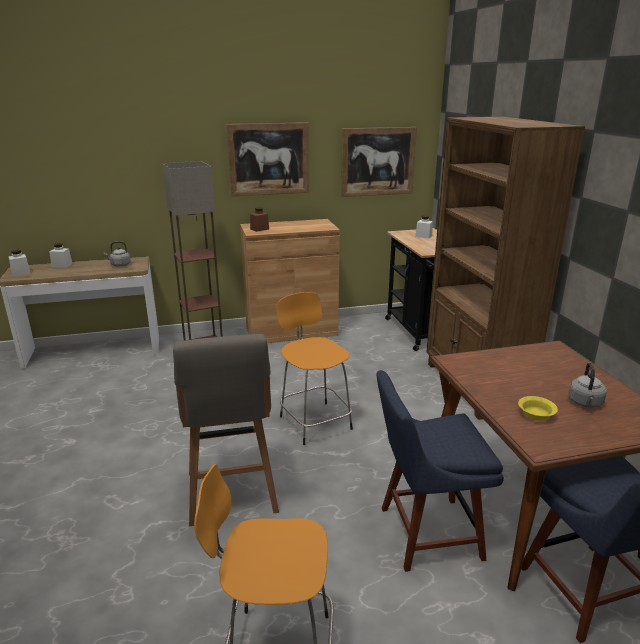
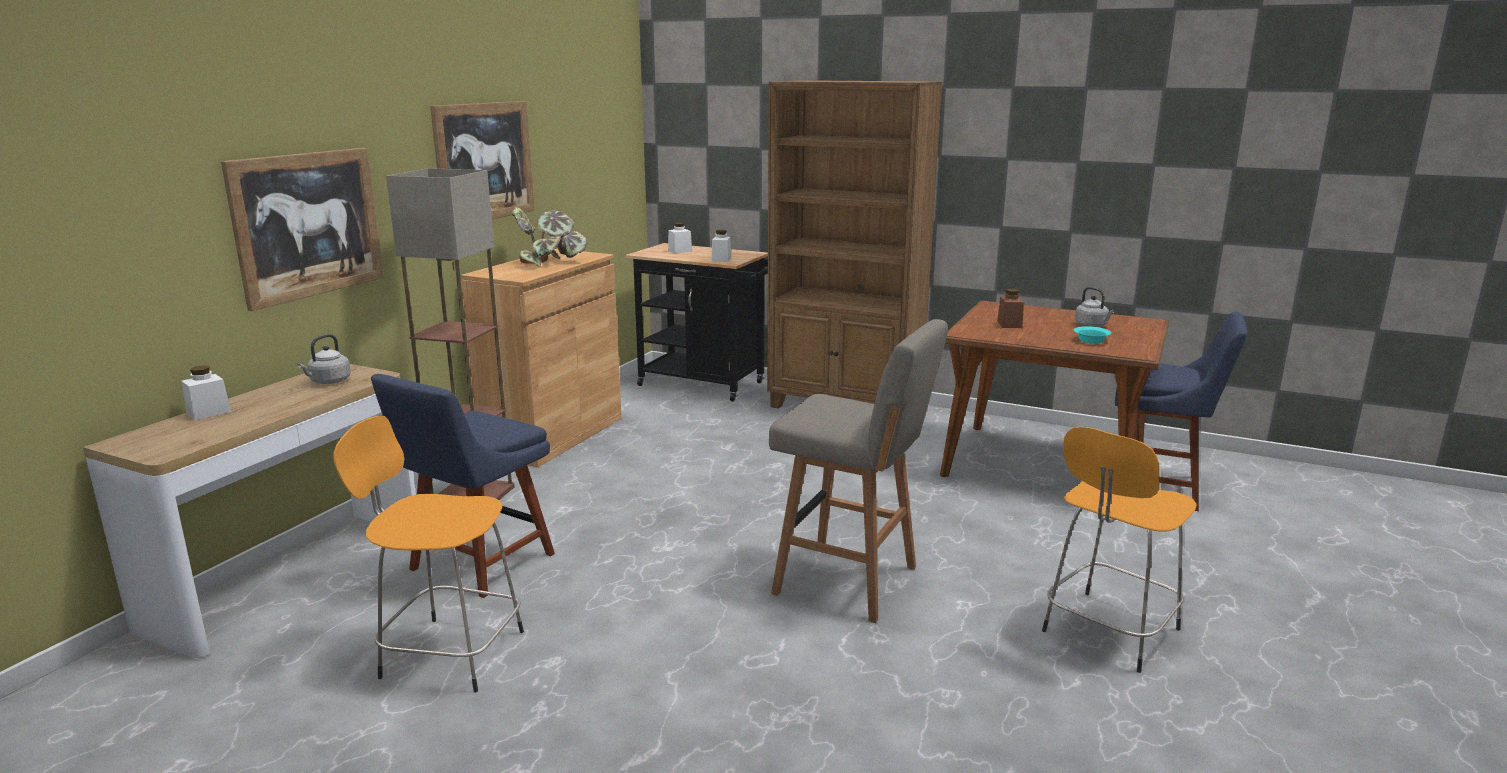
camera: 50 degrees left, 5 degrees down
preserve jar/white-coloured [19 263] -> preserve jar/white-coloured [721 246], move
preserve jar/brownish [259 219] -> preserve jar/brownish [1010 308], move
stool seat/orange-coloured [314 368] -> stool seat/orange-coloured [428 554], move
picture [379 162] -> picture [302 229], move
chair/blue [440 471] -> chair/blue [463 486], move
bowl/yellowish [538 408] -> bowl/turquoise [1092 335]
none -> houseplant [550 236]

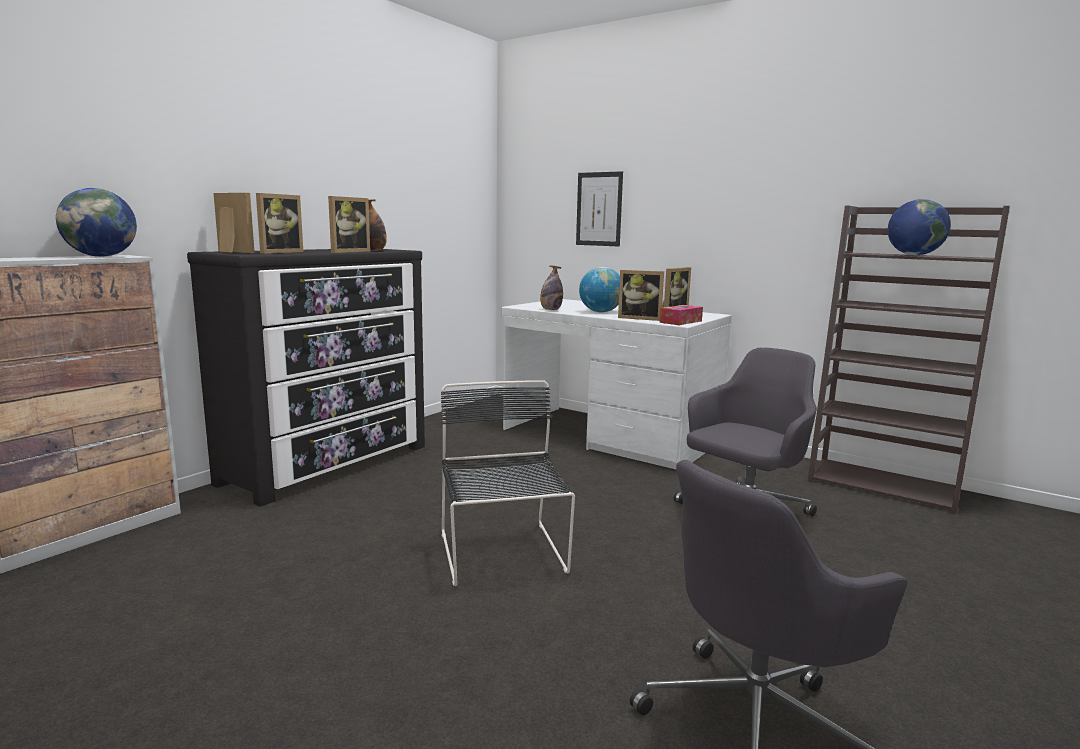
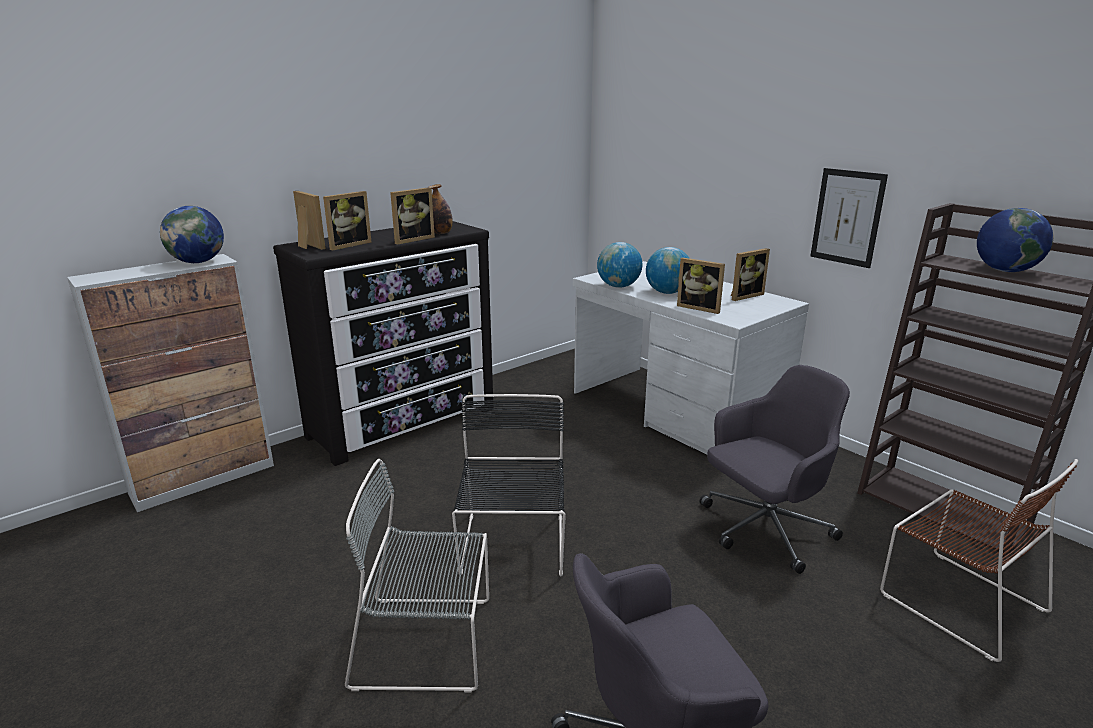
camera: 15 degrees right, 10 degrees up
drink bottle [551 287] -> desk globe [619 265]
picture [599 208] -> picture [849 218], move
tissue box [681 315] -> none
none -> chair/gray [417 575]
none -> chair/brownish [979 560]

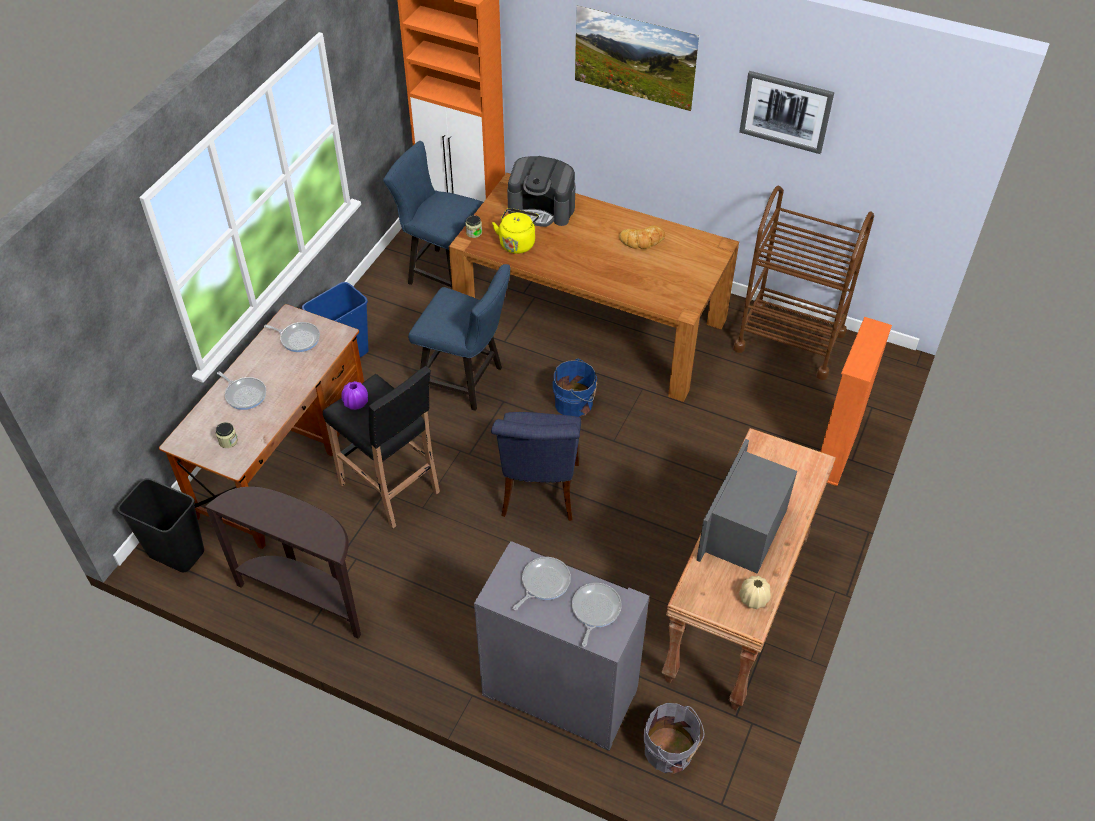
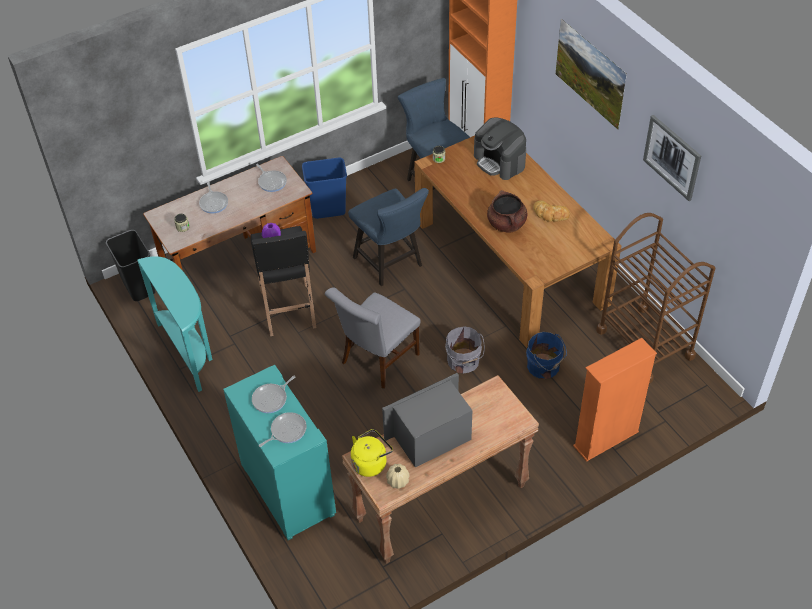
camera: 35 degrees right, 0 degrees up
hall table/brownish [282 563] -> hall table/turquoise [175 324]
cupboard/gray [561 646] -> cupboard/turquoise [279 452]
chair/blue [536 466] -> chair/gray [372 338]
tea kettle/yellowish [515 231] -> tea kettle/yellowish [372 453], move
skillet [542 583] -> skillet [273 394], 150 degrees clockwise
bucket/blue [575 388] -> bucket/blue [546 355], move
bucket/gray [674 738] -> bucket/gray [465 350], move
none -> saucepot/brownish [507 211]

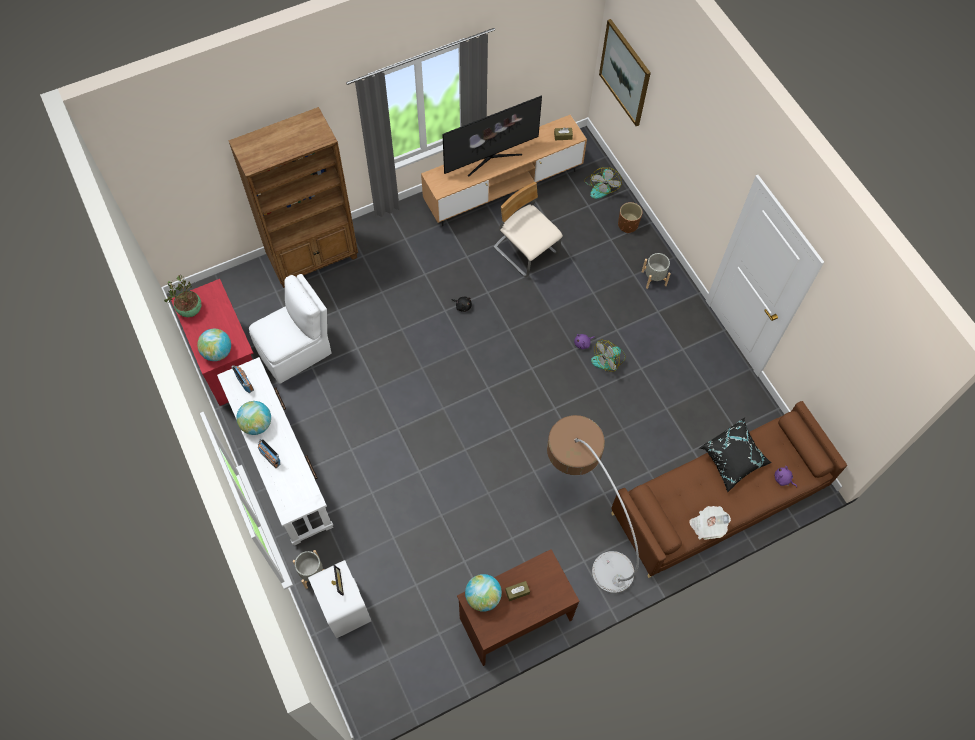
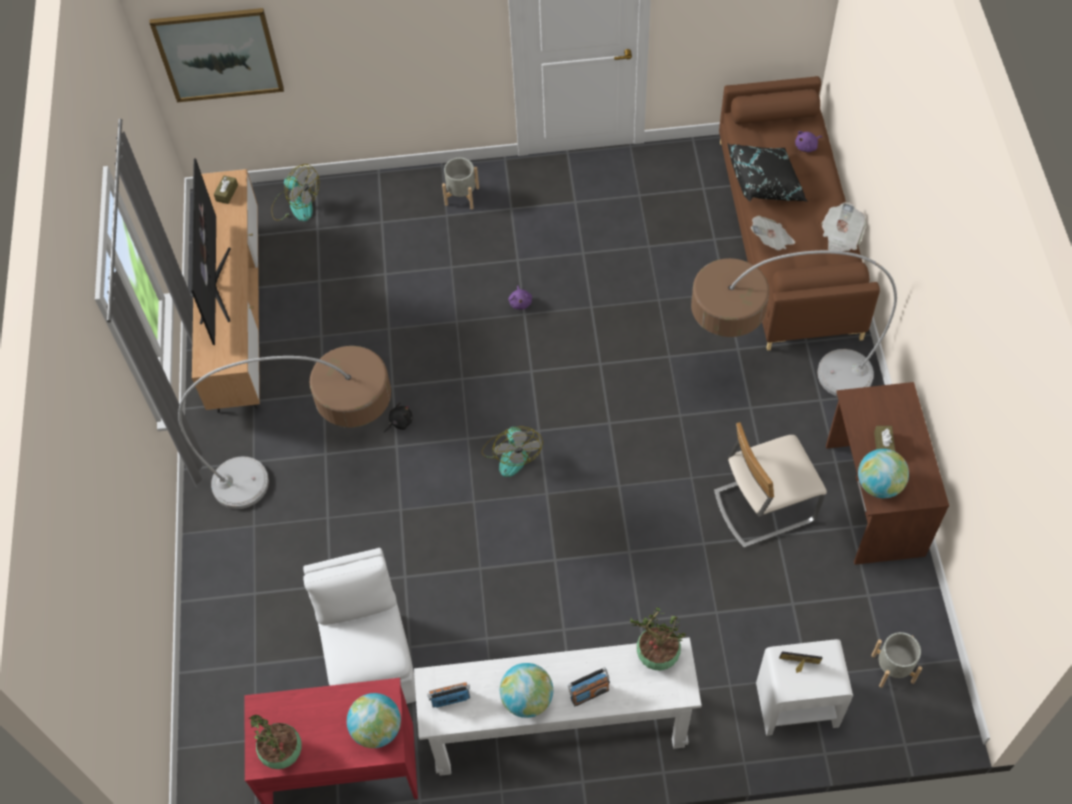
camera: 65 degrees left, 5 degrees down
bookshelf/brownish [293 197] -> none
plant pot/gray [308 569] -> plant pot/gray [896 660], move
chair/beige-coloured [528 229] -> chair/beige-coloured [770 485], move
cooling fan [608 356] -> cooling fan [512 451], move
plant pot/brownish [630 217] -> none
none -> standard lamp [284 427]
none -> houseplant [658 638]
none -> printed paper [772 233]

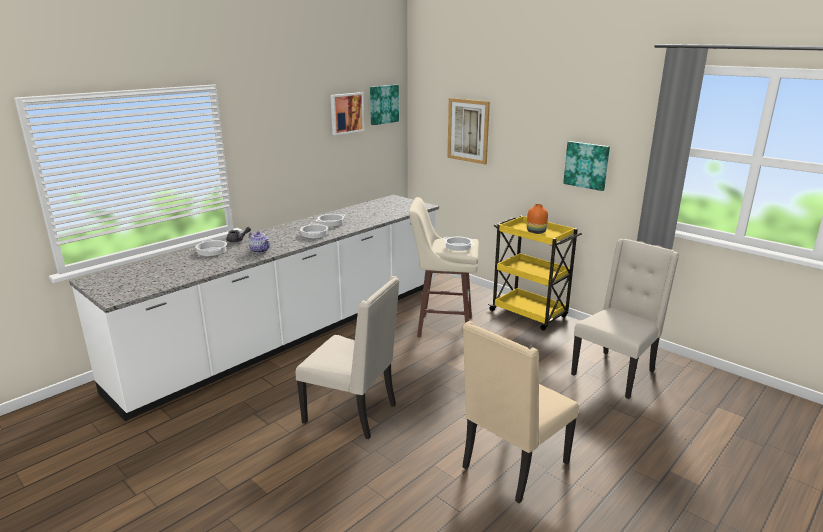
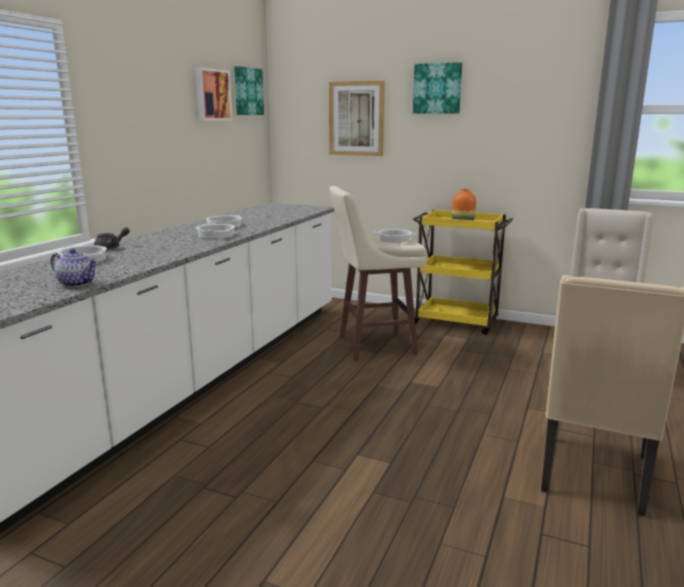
camera: 20 degrees left, 5 degrees down
teapot [259 242] -> teapot [74 268], move
chair/beige-coloured [348 358] -> none
picture [586 166] -> picture [437 88], move

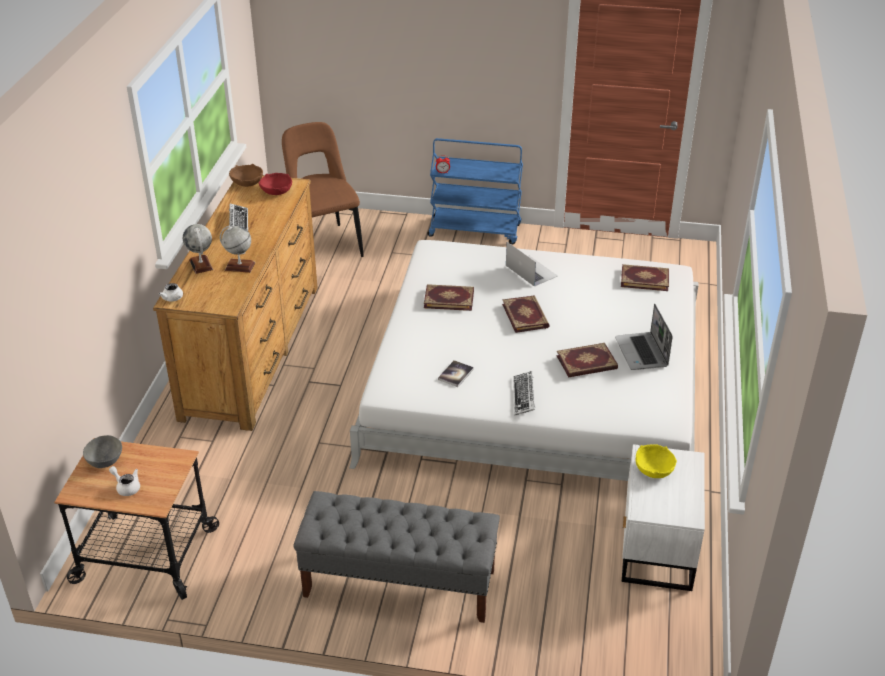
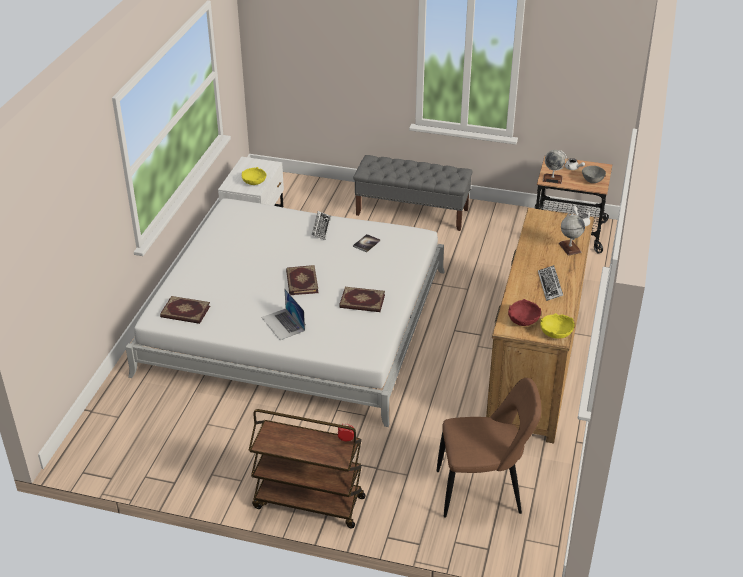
camera: 175 degrees left, 0 degrees up
desk globe [237 249] -> desk globe [555 167], move
bowl/brownish [246 175] -> bowl/yellowish [557 326]
chair/brownish [323 189] -> chair/brownish [488 448], 75 degrees counterclockwise
trolley/blue [475 191] -> trolley/brownish [307 468]
volume [587 360] -> none
notebook computer [644 337] -> none

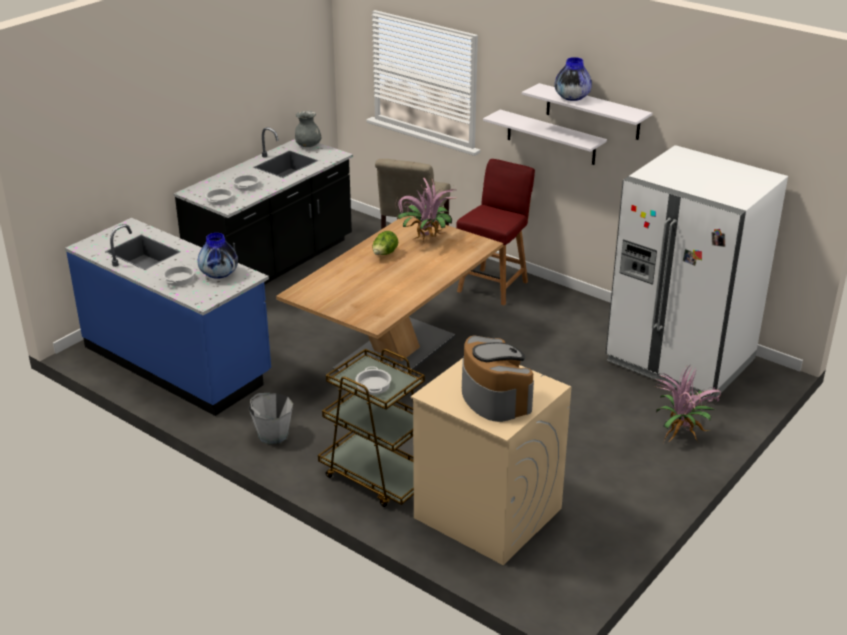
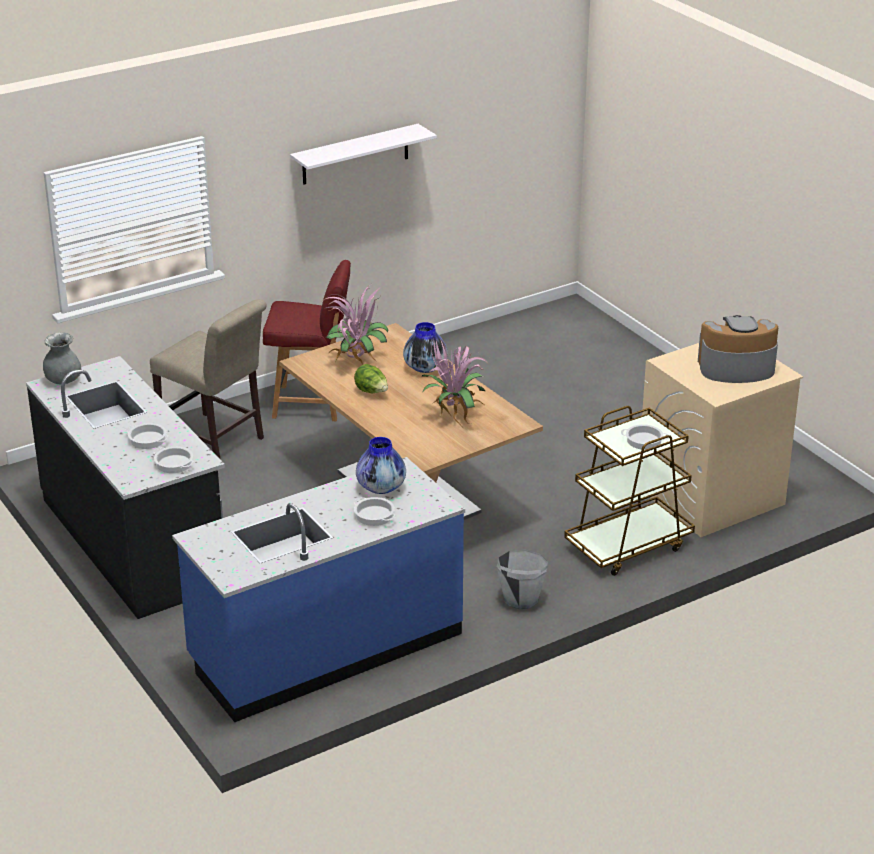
camera: 70 degrees left, 0 degrees up
chair/reddish [495 232] -> chair/reddish [307 340], 135 degrees clockwise
bracket shelf/white-coloured [545 137] -> none
flower vase [573 79] -> flower vase [425 347], move
refrigerator/white-coloured [697 273] -> none
houseplant [687 404] -> houseplant [455 384], move

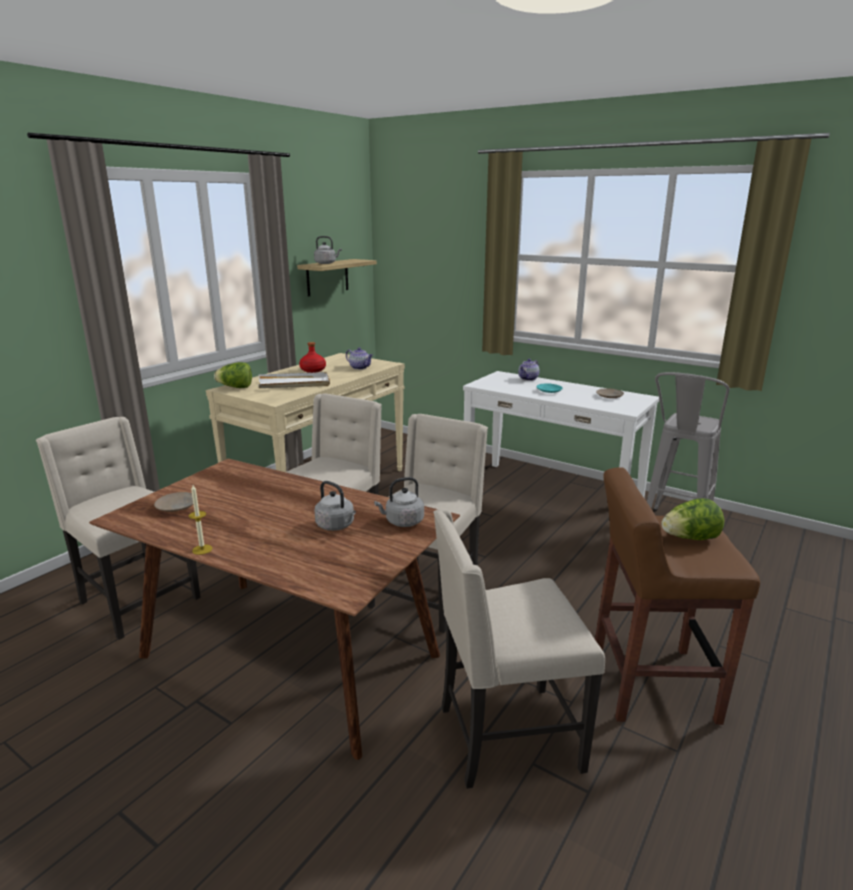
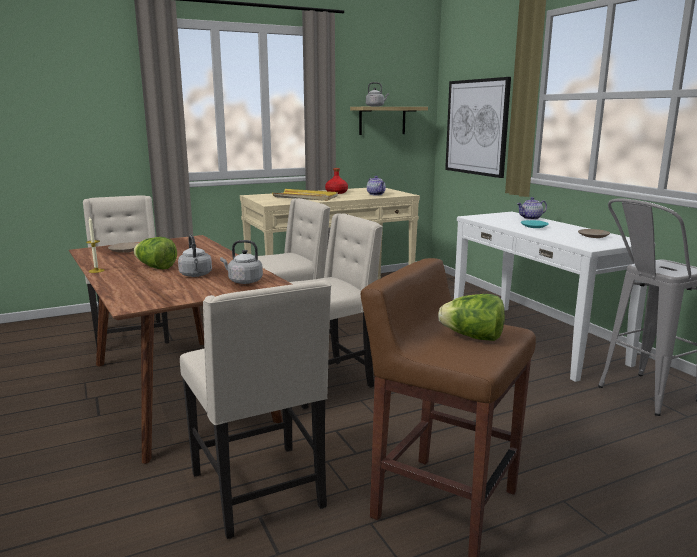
camera: 30 degrees right, 5 degrees down
lettuce [233 375] -> lettuce [155 253], move
tray/white-coloured [294 380] -> tray/yellowish [305 195]
chair/beige-coloured [519 648] -> chair/beige-coloured [256 409], 135 degrees counterclockwise
none -> picture [478 127]

